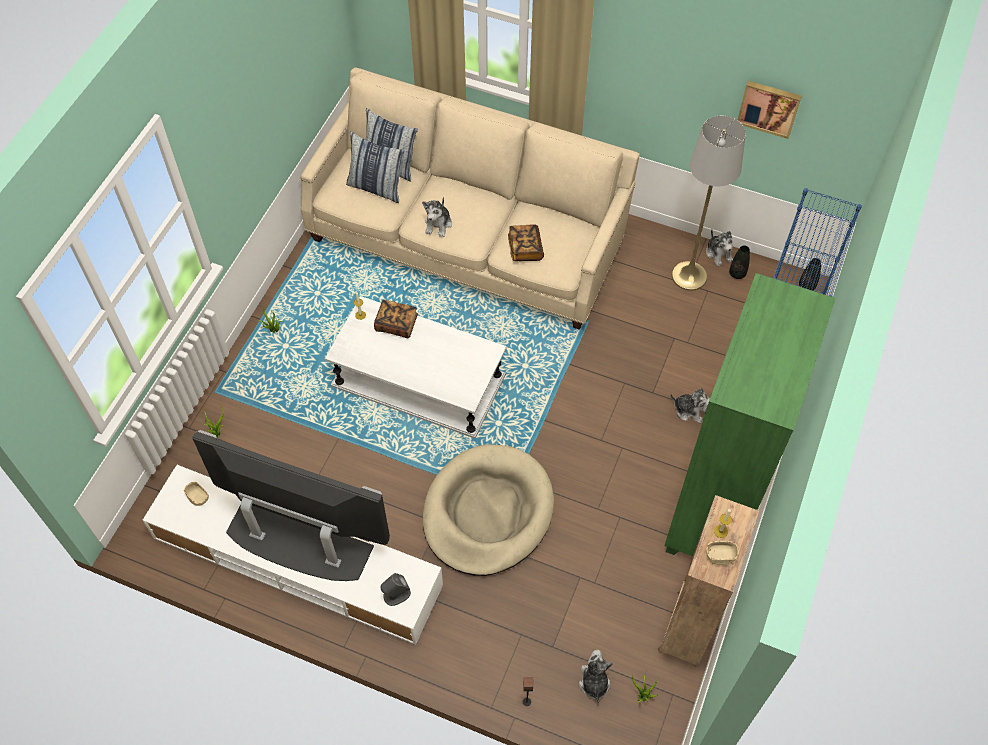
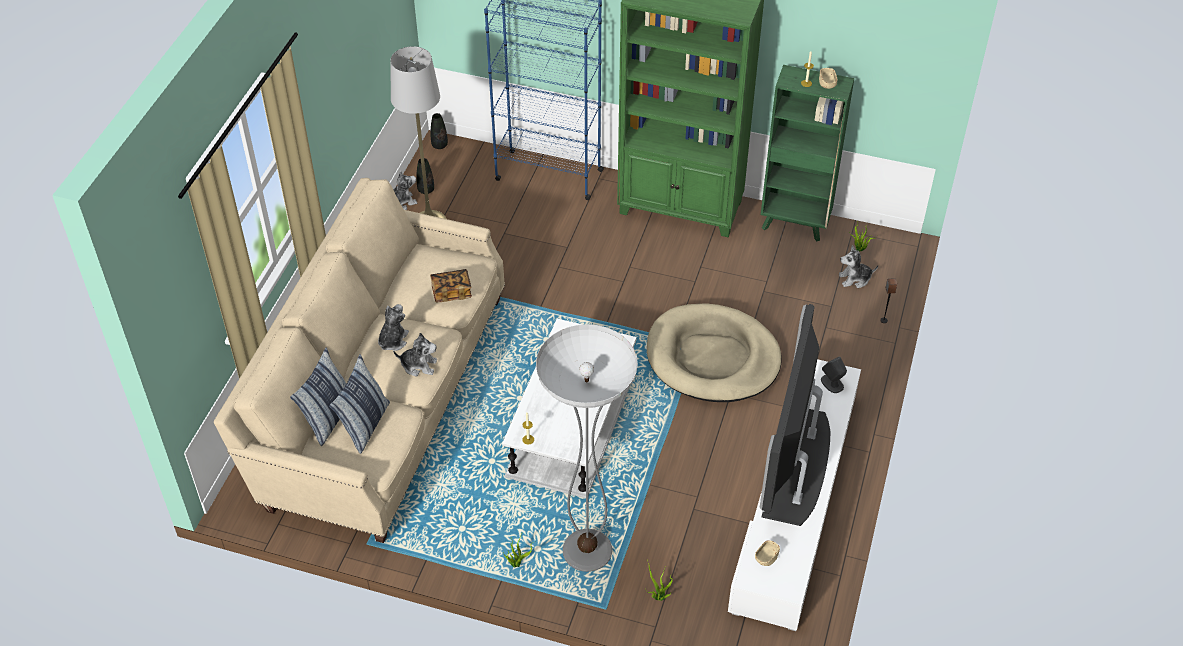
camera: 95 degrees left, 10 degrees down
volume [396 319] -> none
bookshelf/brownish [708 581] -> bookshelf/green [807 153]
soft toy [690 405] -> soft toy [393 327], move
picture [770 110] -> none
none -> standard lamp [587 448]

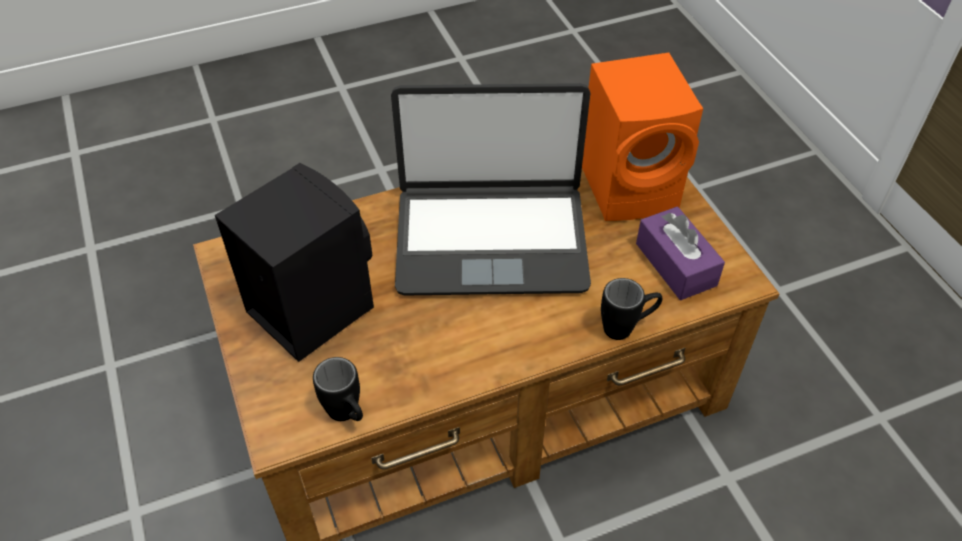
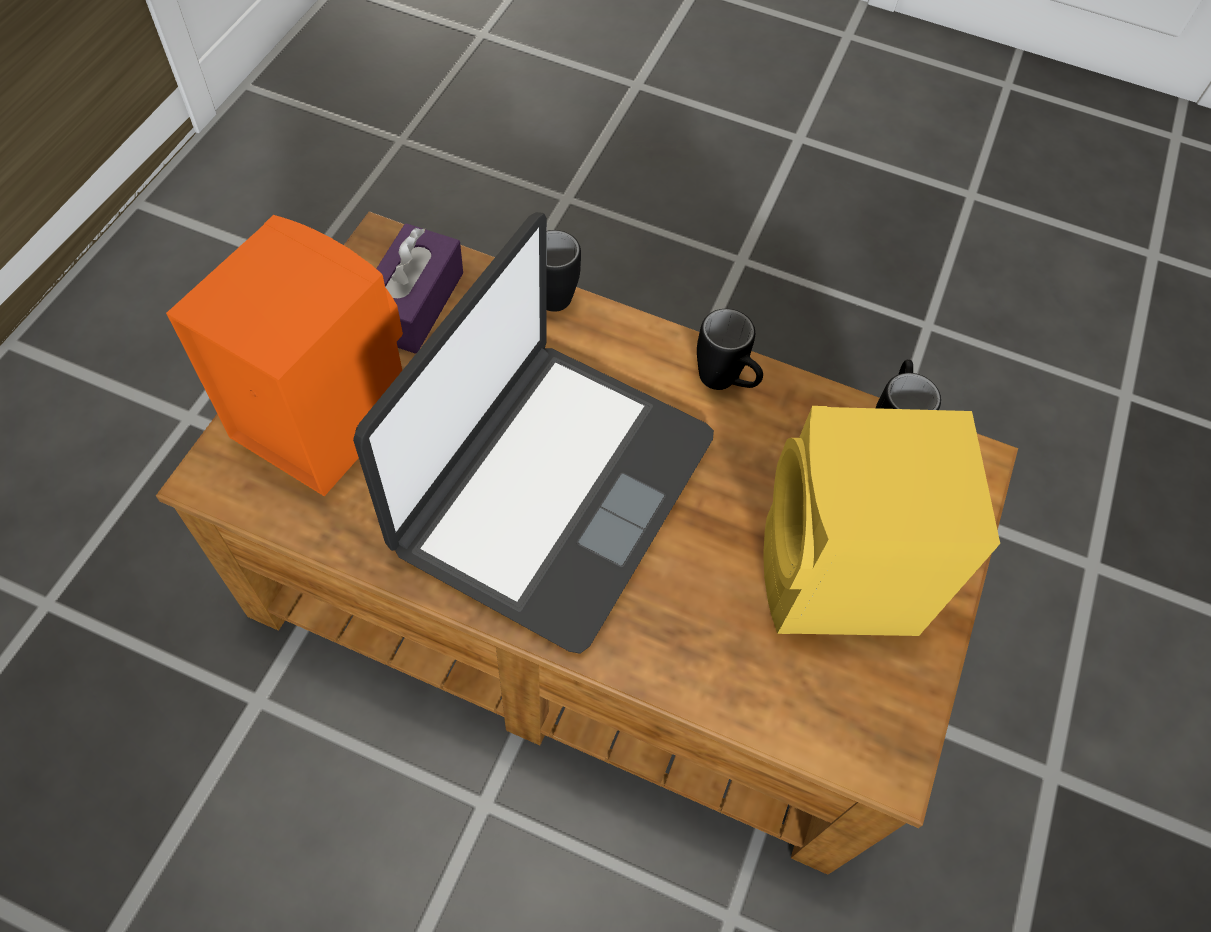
camera: 140 degrees left, 10 degrees up
audio speaker/black-coloured [294 262] -> audio speaker/yellowish [881 521]
notebook computer [491 189] -> notebook computer [533 433], 75 degrees clockwise
none -> mug/black-coloured [730 349]

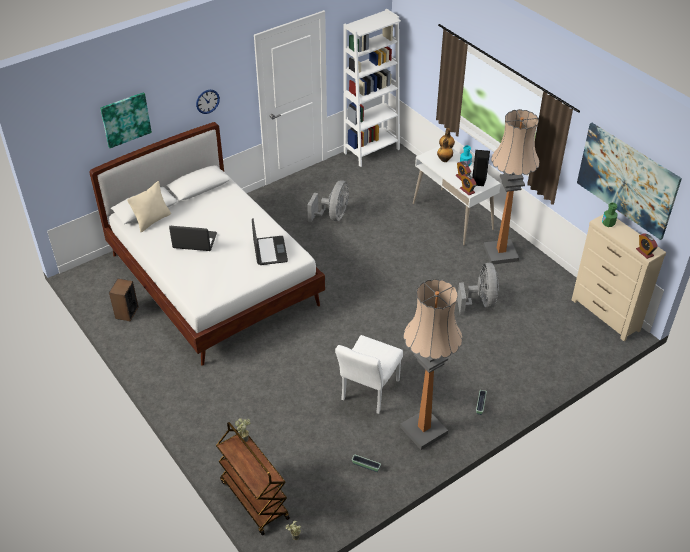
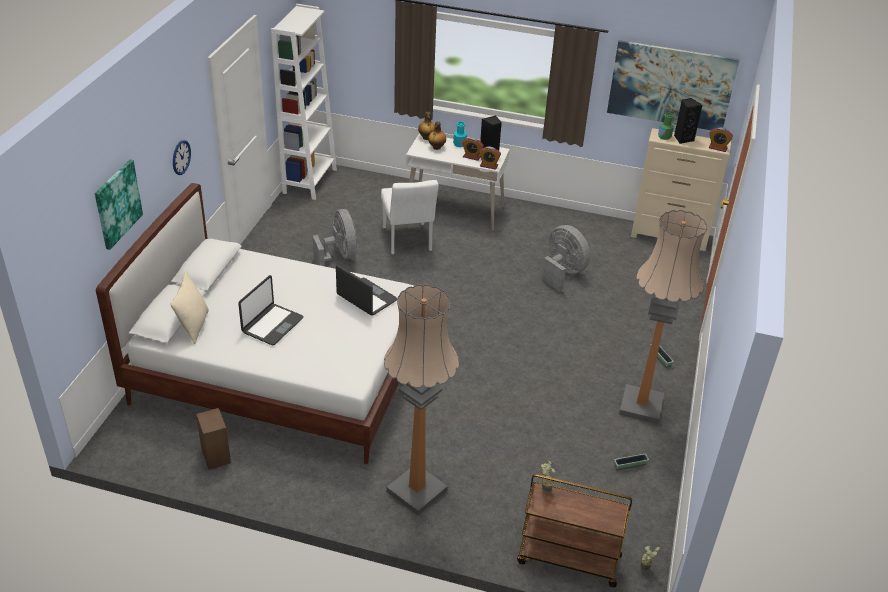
camera: 40 degrees left, 5 degrees down
notebook computer [193 238] -> notebook computer [271 310], 150 degrees clockwise
chair/white-coloured [369 374] -> chair/white-coloured [410 217], move
standard lamp [511 187] -> standard lamp [421 400], move
none -> audio speaker/black-coloured [688 121]

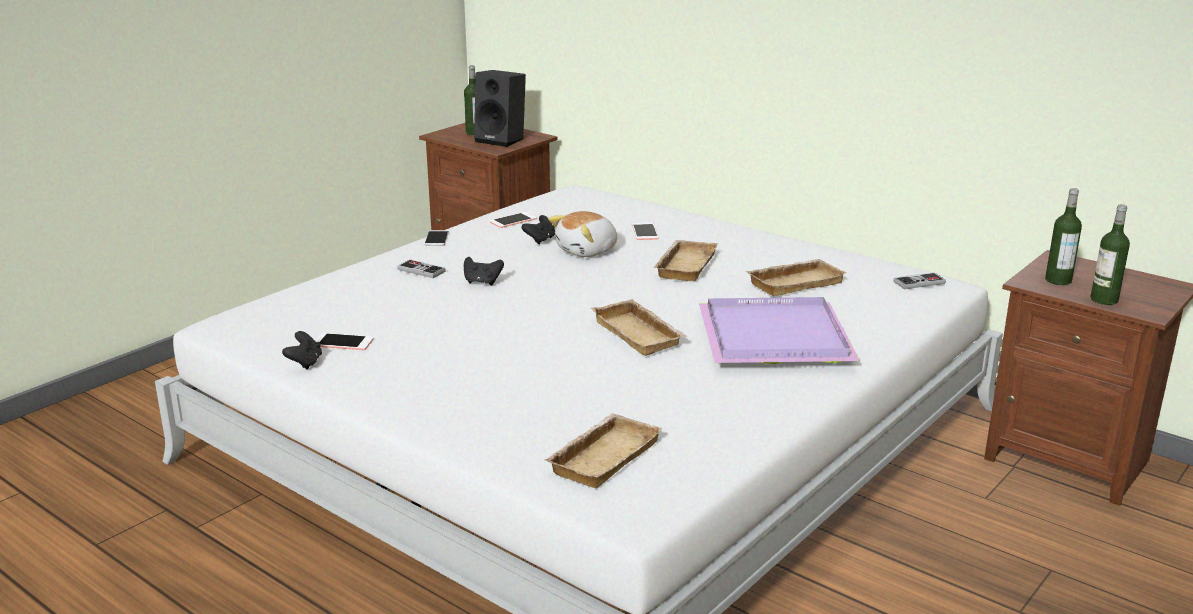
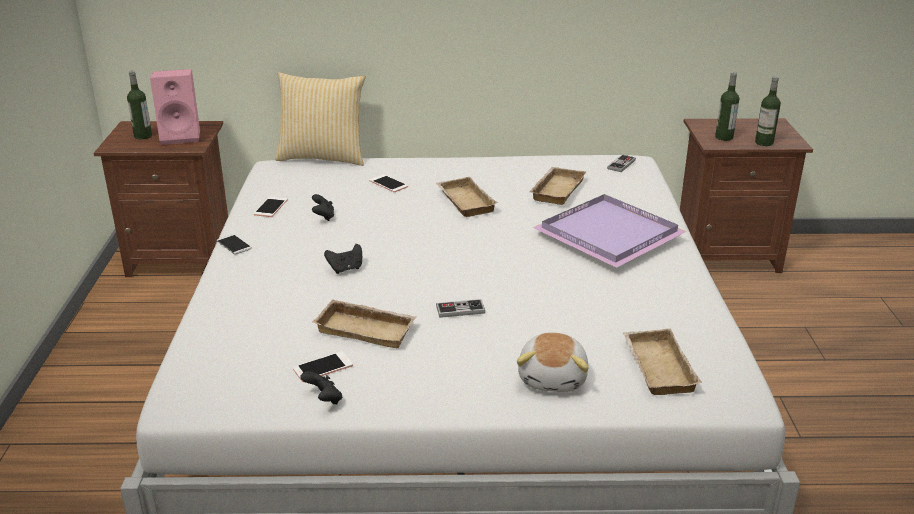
camera: 40 degrees left, 5 degrees up
joypad [421 269] -> joypad [460 308], move
audio speaker/black-coloured [500 108] -> audio speaker/pink-coloured [175 107]
soft toy [582 234] -> soft toy [552 362], move
tray/beige-coloured [639 327] -> tray/beige-coloured [364 323], move
none -> pillow [320 119]

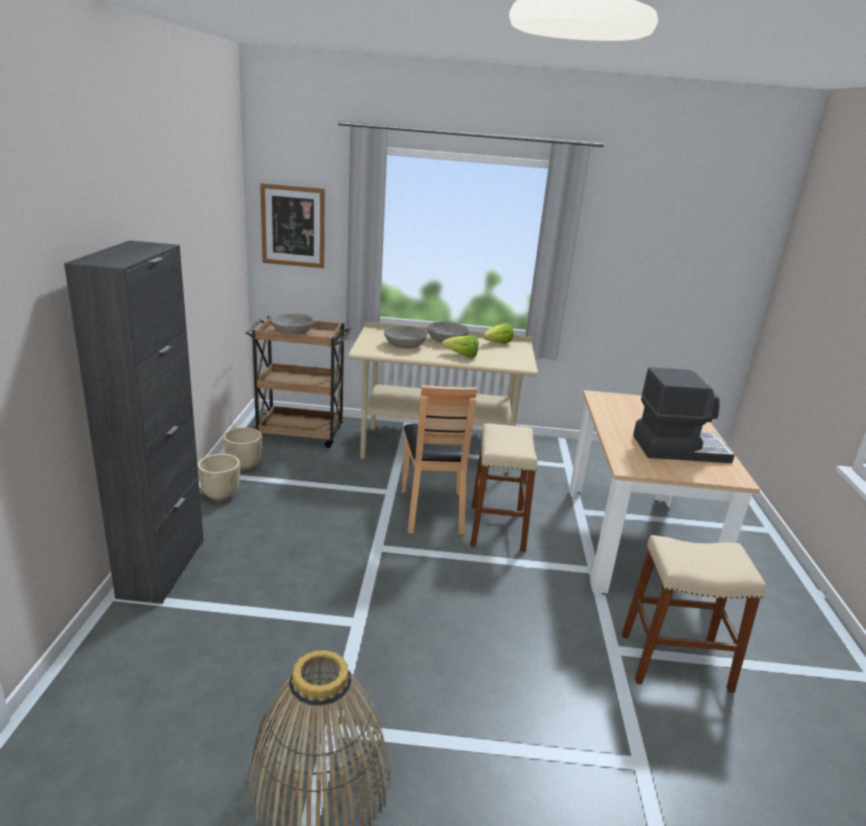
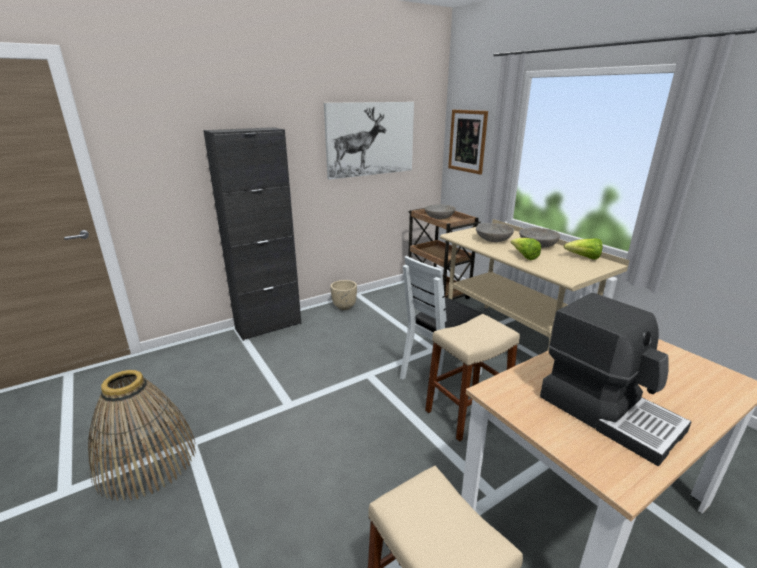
camera: 55 degrees right, 0 degrees up
plant pot/beige-coloured [242 448] -> none
chair/brownish [439 460] -> chair/white-coloured [444 328]
none -> picture [369 141]

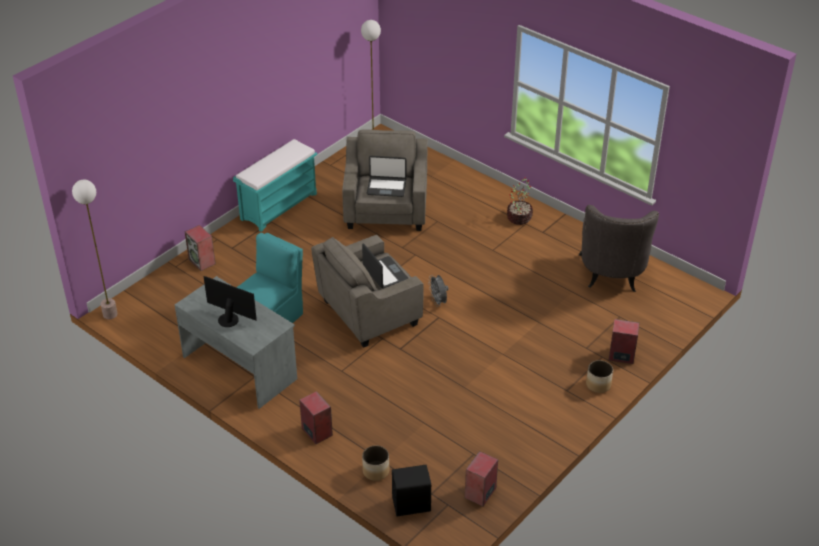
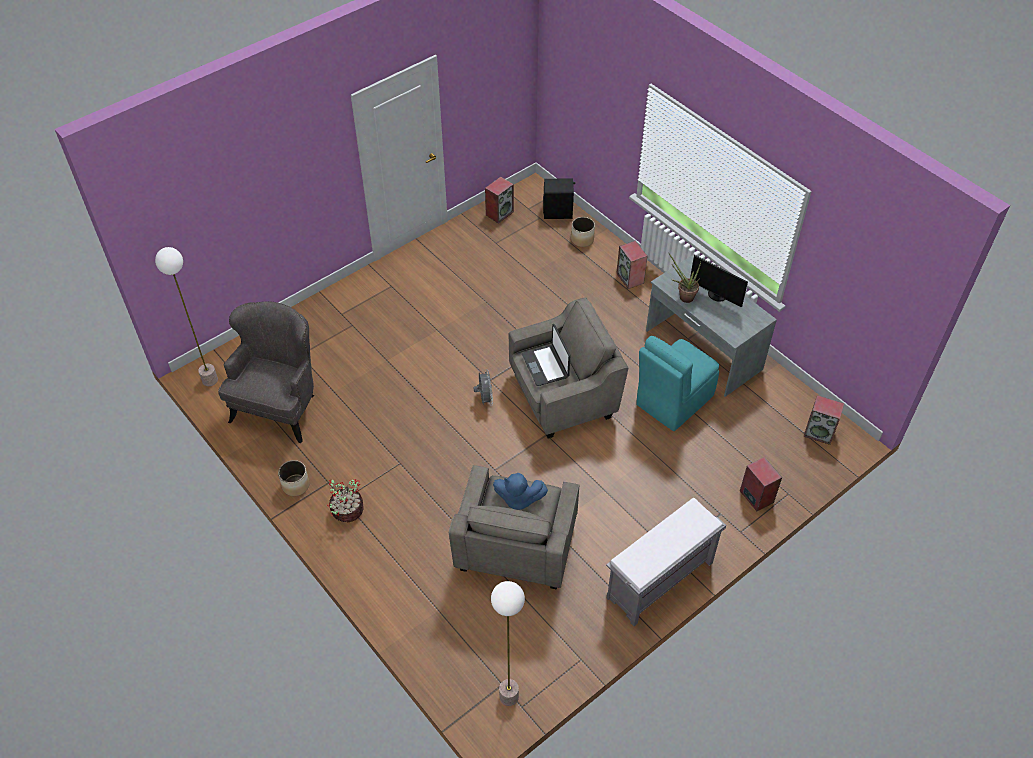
camera: 170 degrees left, 10 degrees up
standard lamp [95 249] -> standard lamp [186 316], move
bench/turquoise [275 185] -> bench/gray [666 562]
notebook computer [386 176] -> soft toy/blue [520 491]
plant pot [599 376] -> plant pot [294 478], move
audio speaker [624 341] -> audio speaker [823 420], move
none -> houseplant [685 278]

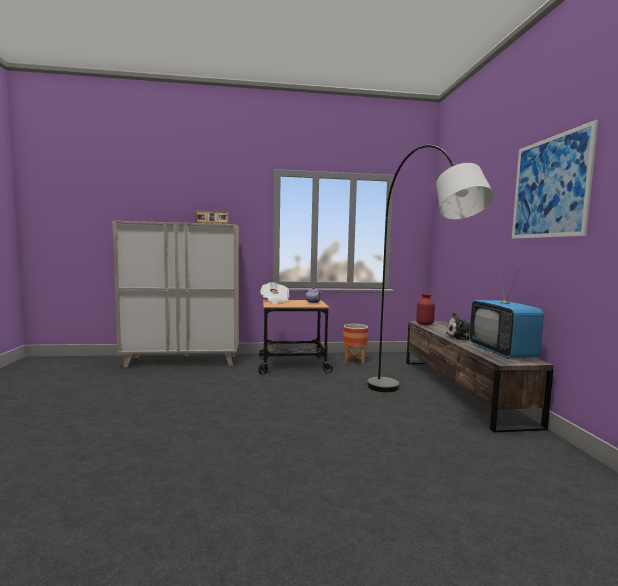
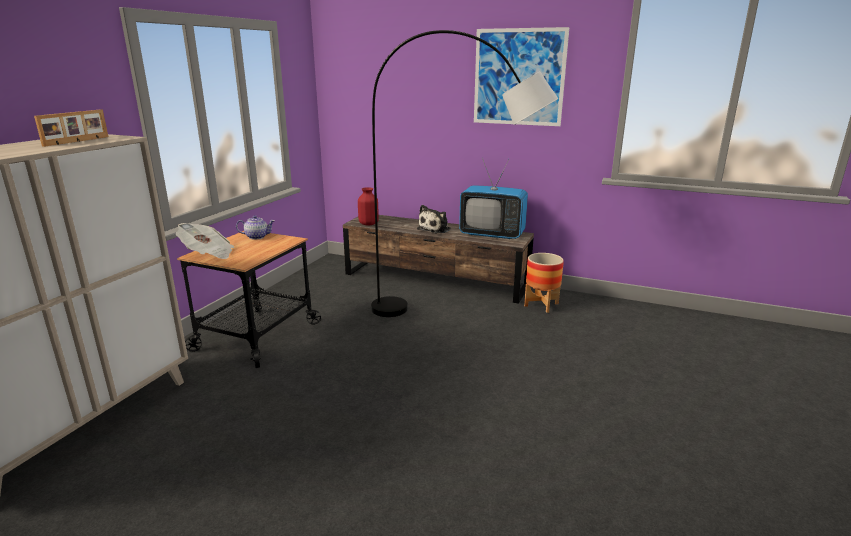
camera: 60 degrees left, 15 degrees up
plant pot [355 344] -> plant pot [544 283], move

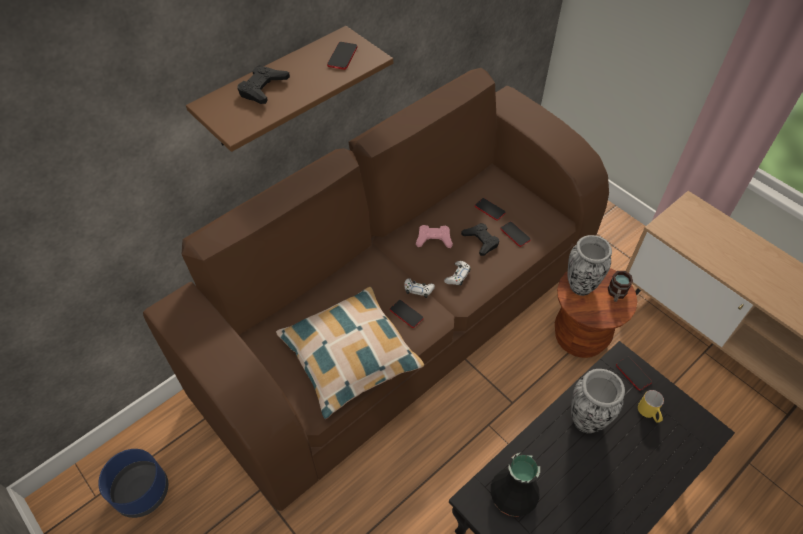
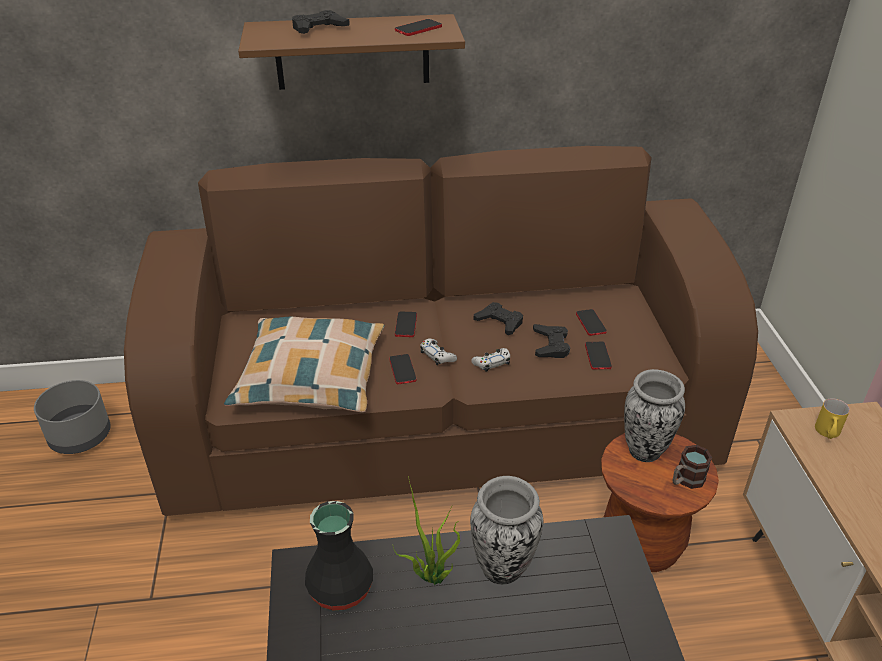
camera: 35 degrees right, 15 degrees down
plant pot/blue [133 483] -> plant pot/gray [72 417]
joypad/pink-coloured [434 236] -> joypad/black-coloured [498 318]
telephone [634 374] -> telephone [406 324], move
mug/yellowish [651 406] -> mug/yellowish [832 418], move
none -> houseplant [426 530]

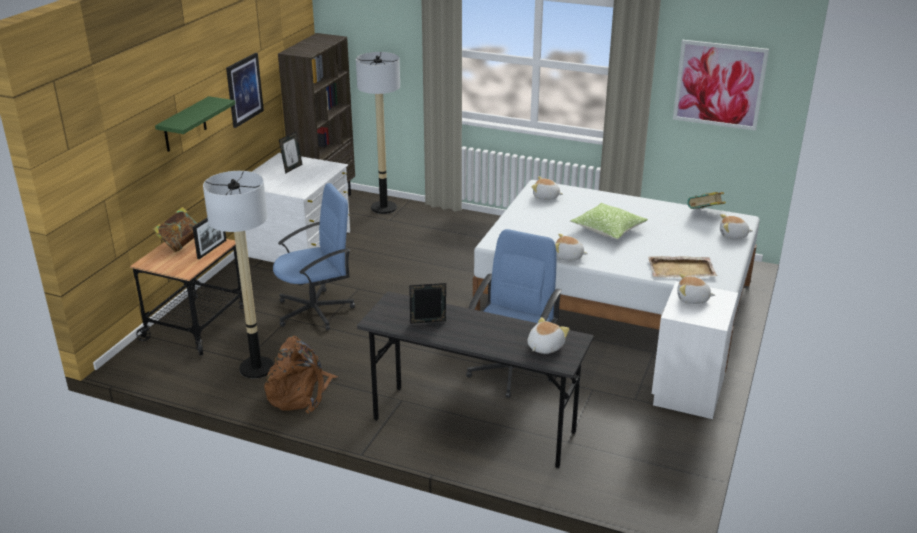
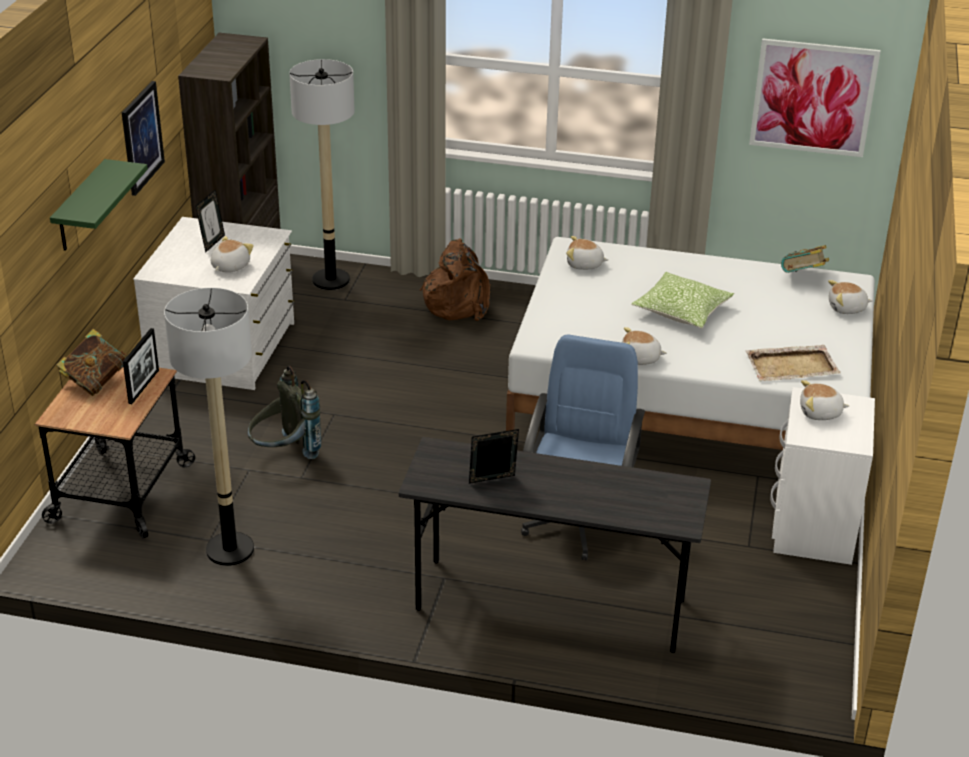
camera: 10 degrees left, 5 degrees up
backpack/brownish [301 375] -> backpack/brownish [455 279], move
desk chair/blue [314 256] -> backpack/gray [284 412]
soft toy [549 335] -> soft toy [232 254], move

